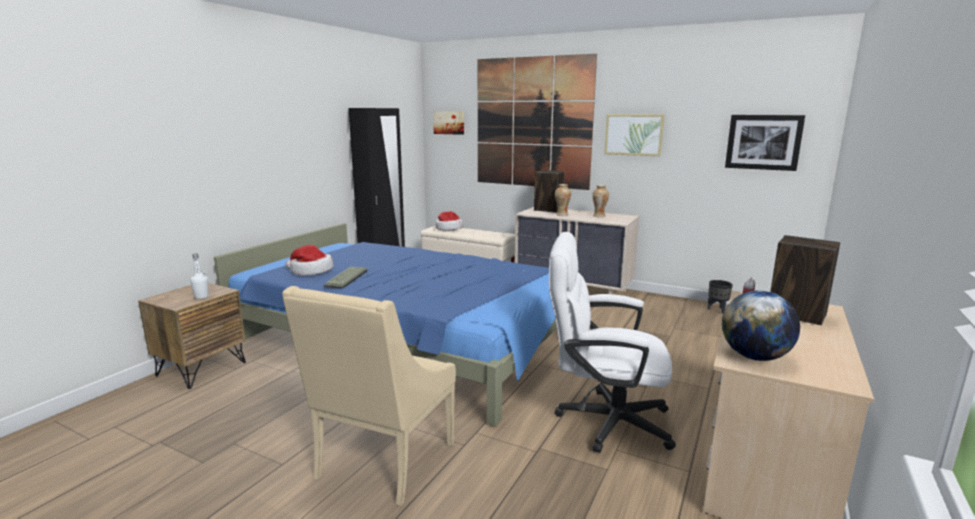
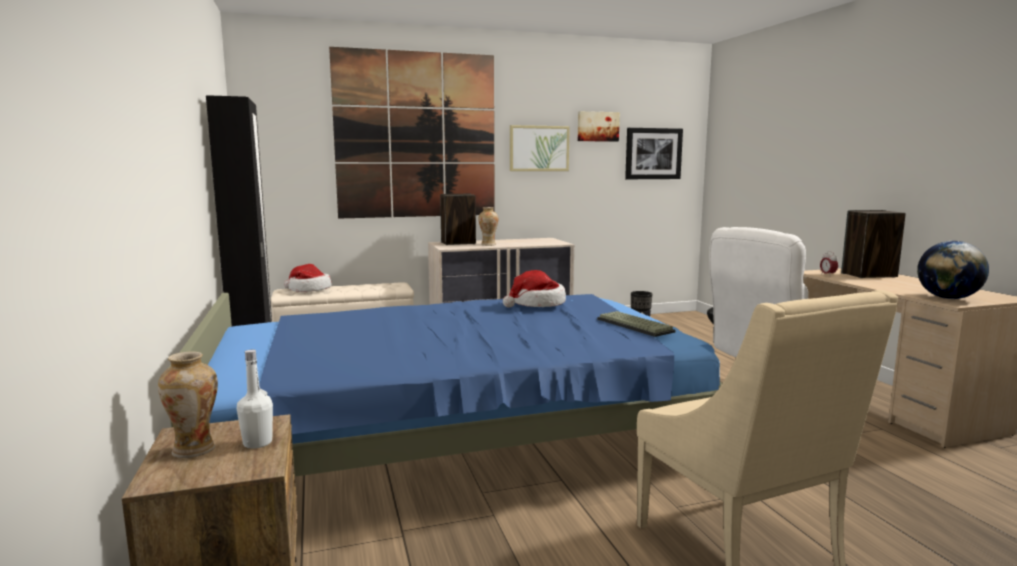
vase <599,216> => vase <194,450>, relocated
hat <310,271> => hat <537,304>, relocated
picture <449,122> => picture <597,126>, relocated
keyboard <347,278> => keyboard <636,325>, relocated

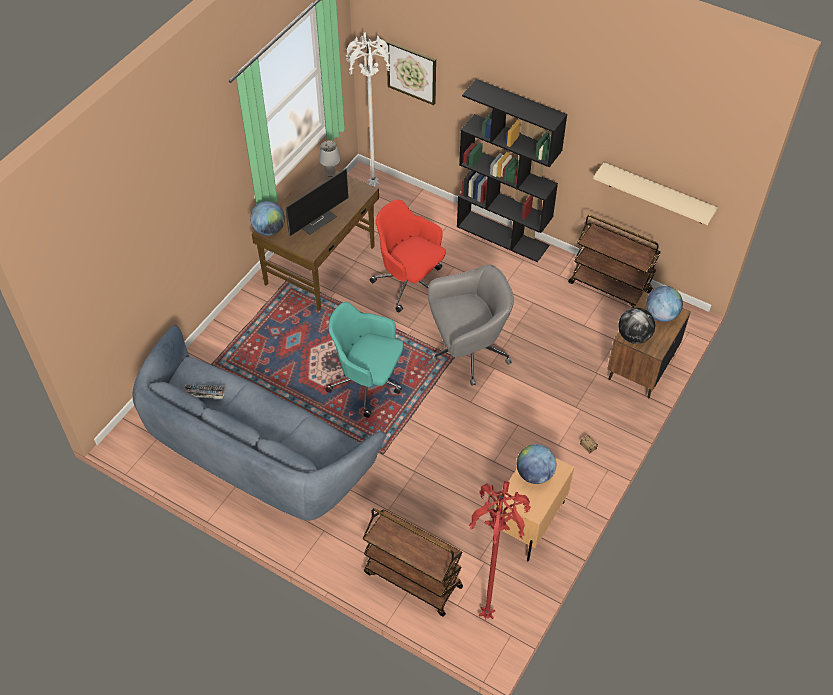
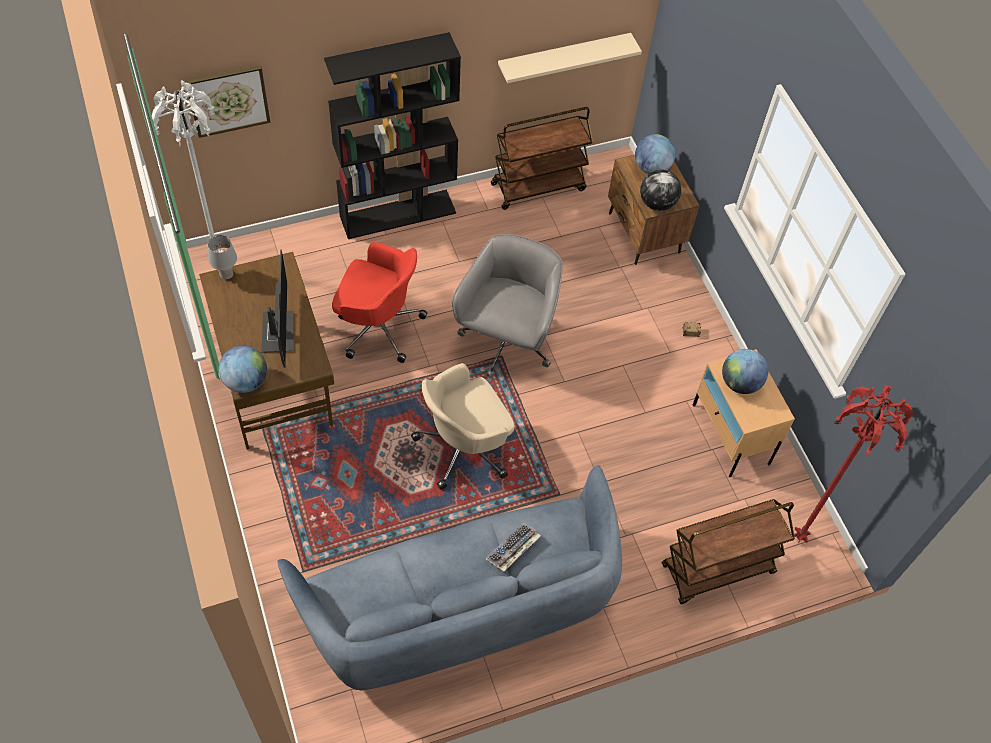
red office chair <410,283> => red office chair <377,326>, 150 degrees counterclockwise
turquoise office chair <368,383> => beige office chair <464,447>
keyboard <204,394> => keyboard <512,550>, relocated

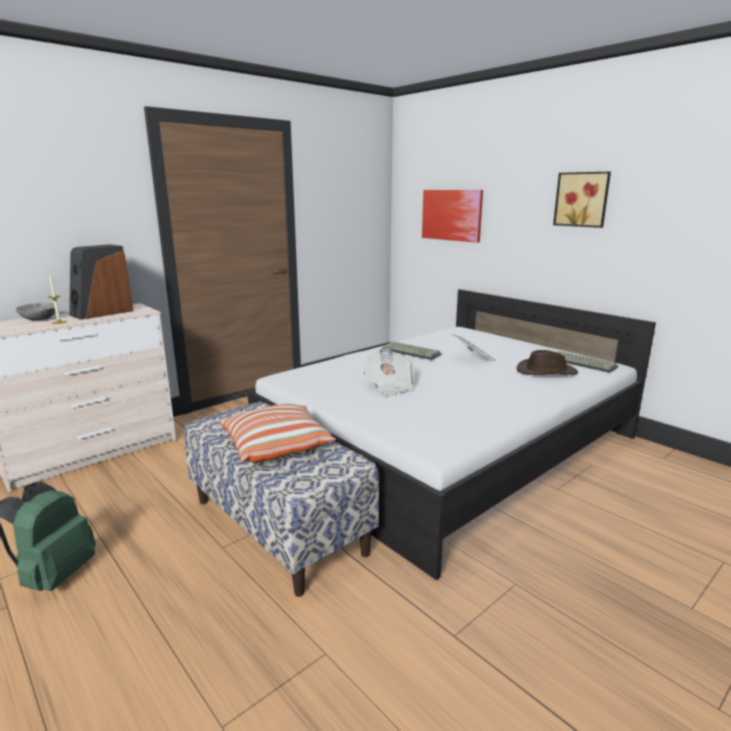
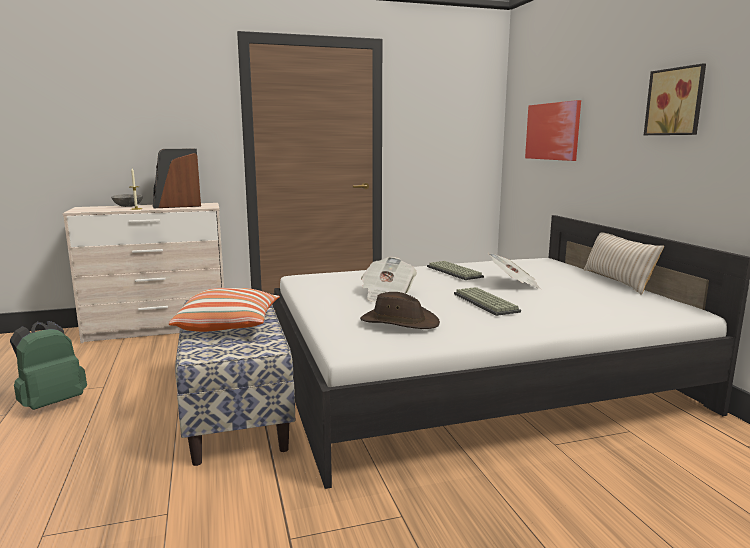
brown hat <546,372> => brown hat <399,322>, relocated
keyboard <583,363> => keyboard <487,303>, relocated
nothing => beige pillow <617,281>

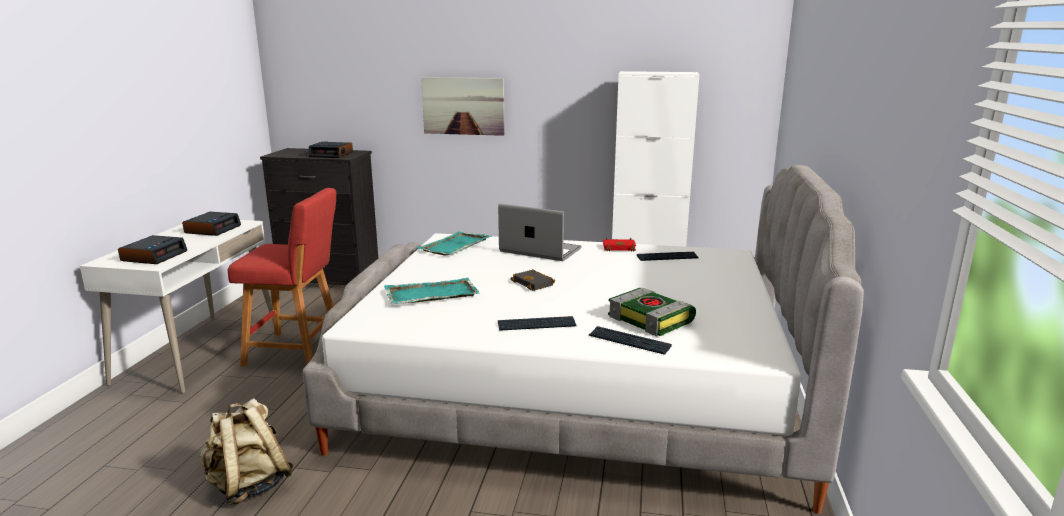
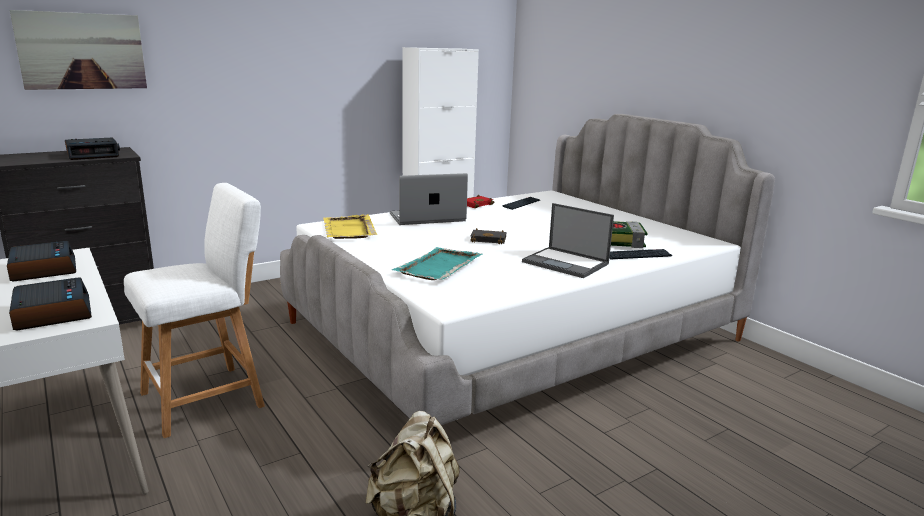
picture <463,106> => picture <82,51>, relocated
red stool <298,351> => white stool <209,398>
turquoise tray <454,246> => yellow tray <348,230>
keyboard <536,325> => laptop <566,263>

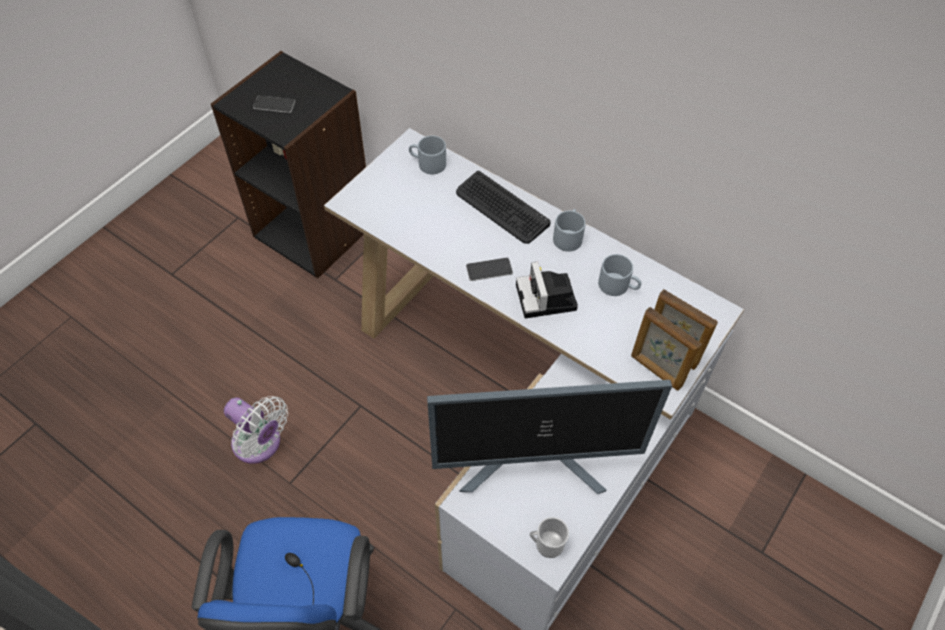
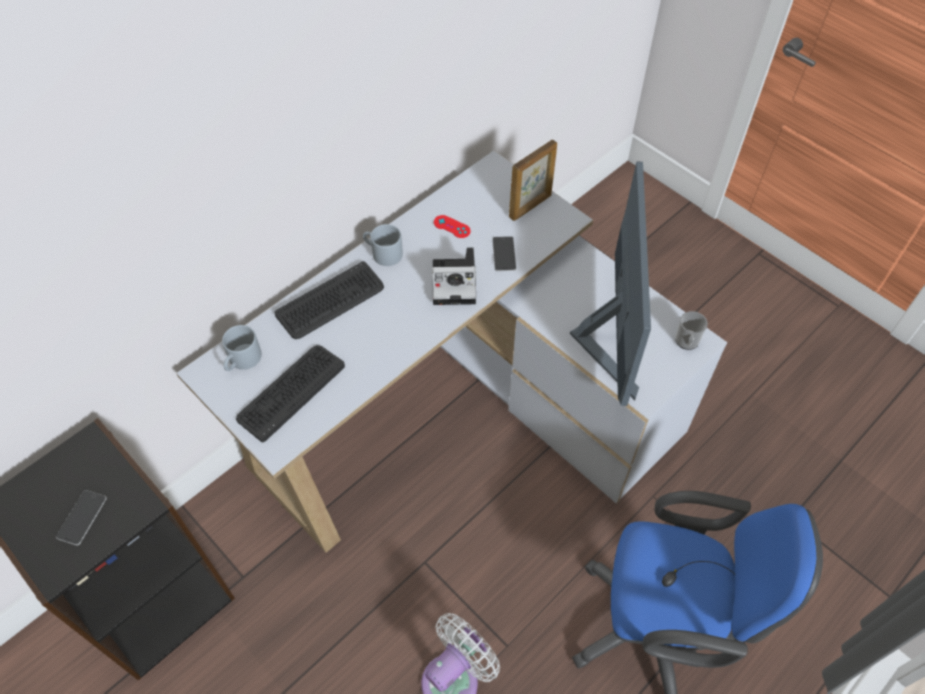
nothing => keyboard <290,392>
grey mug <618,285> => red game controller <452,227>
phone <489,269> => phone <504,254>, relocated
picture frame <656,371> => nothing

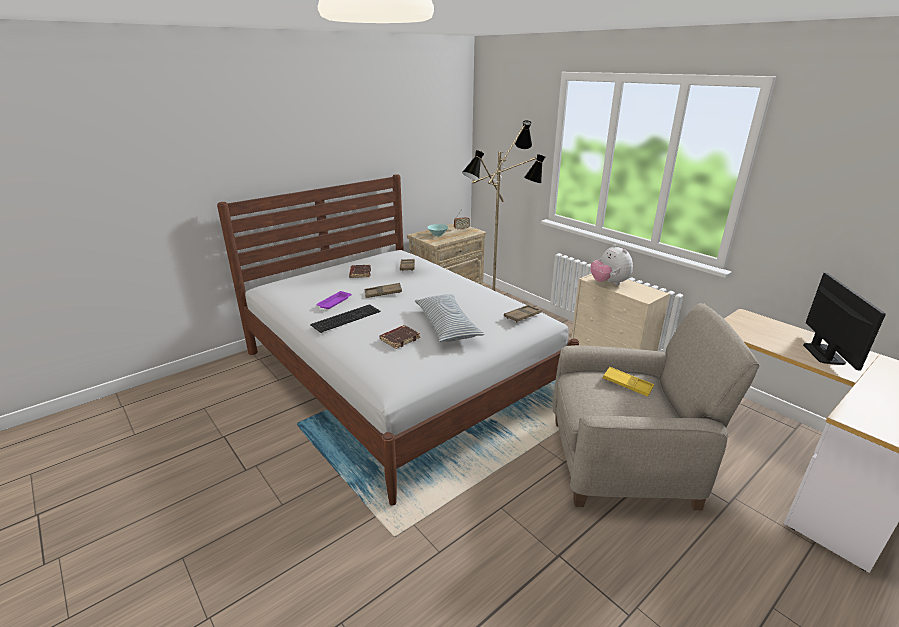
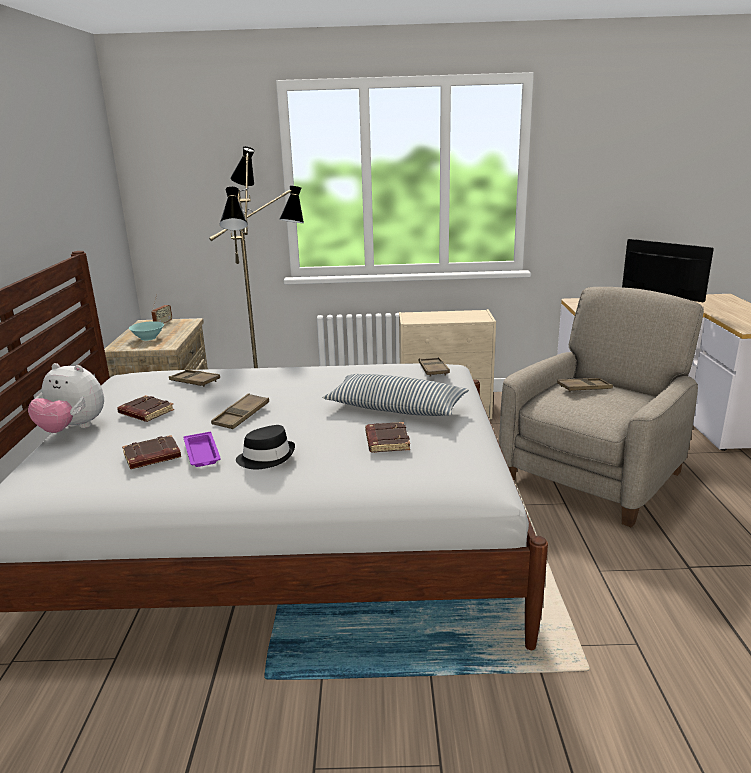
plush toy <609,283> => plush toy <72,429>, relocated
nothing => brown book <152,457>
keyboard <346,317> => black hat <266,457>
yellow tray <627,384> => brown tray <584,388>

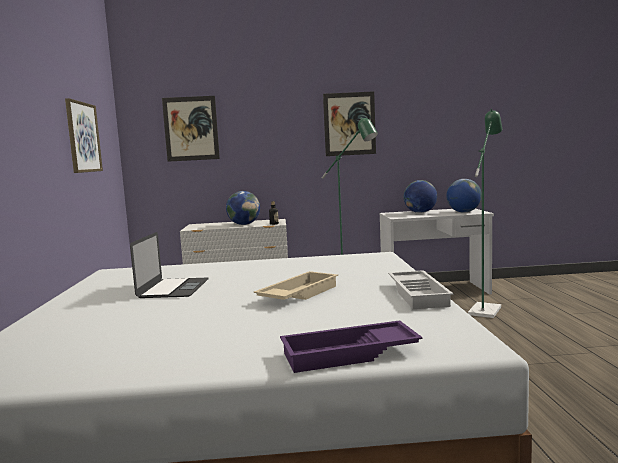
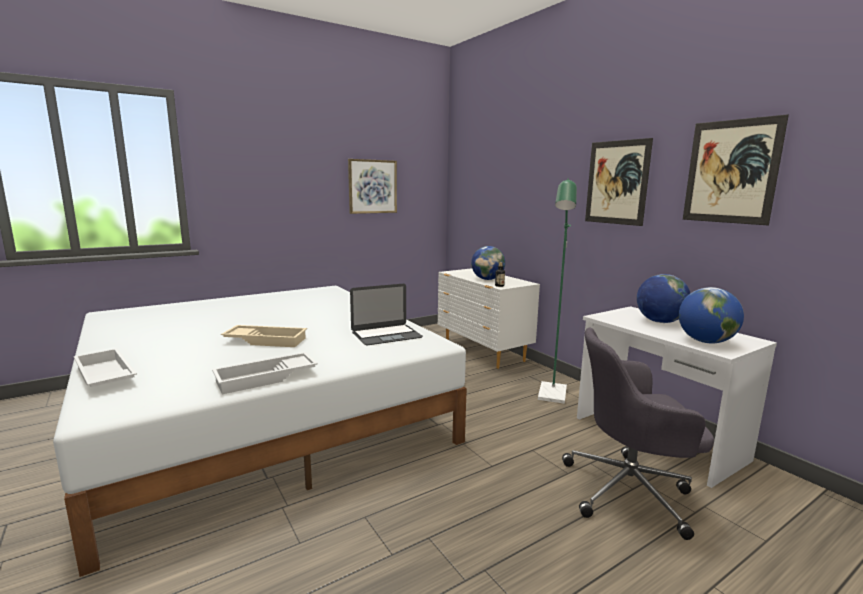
purple tray <349,355> => white tray <103,376>
laptop <173,288> => laptop <386,335>, relocated
green floor lamp <486,308> => grey office chair <630,491>
picture <191,128> => picture <731,172>, relocated

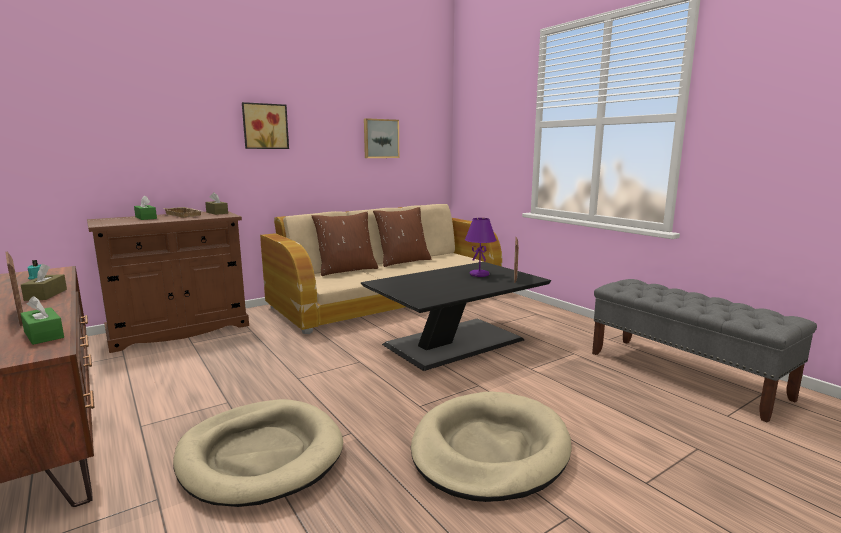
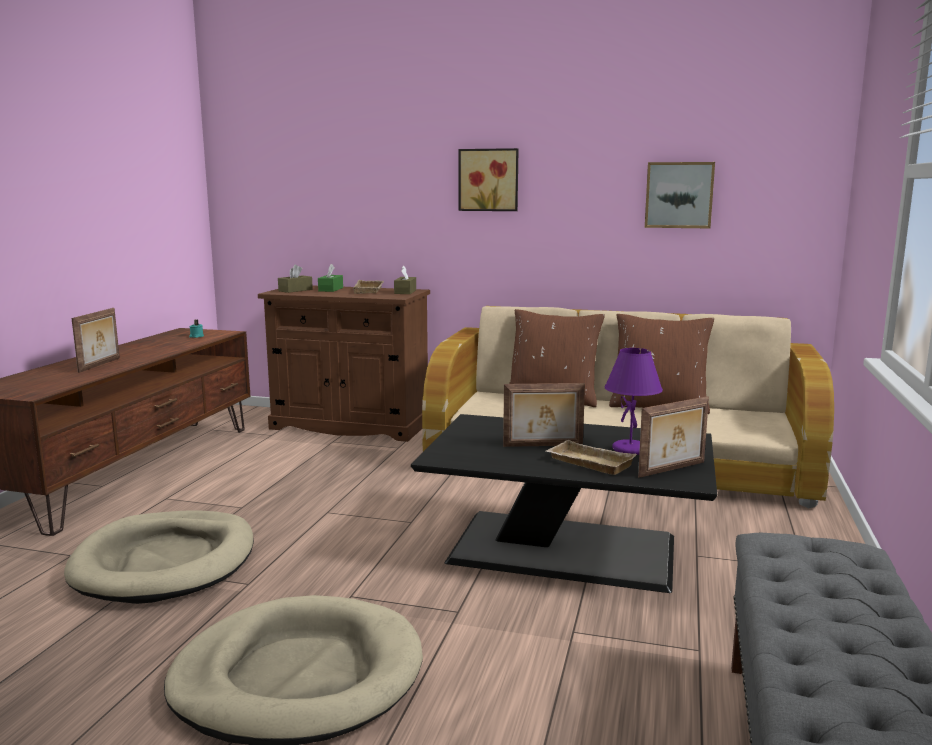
brown tissue box <46,295> => brown tissue box <295,290>, relocated
nothing => picture frame <543,446>
nothing => beige tray <588,463>
green tissue box <44,335> => nothing

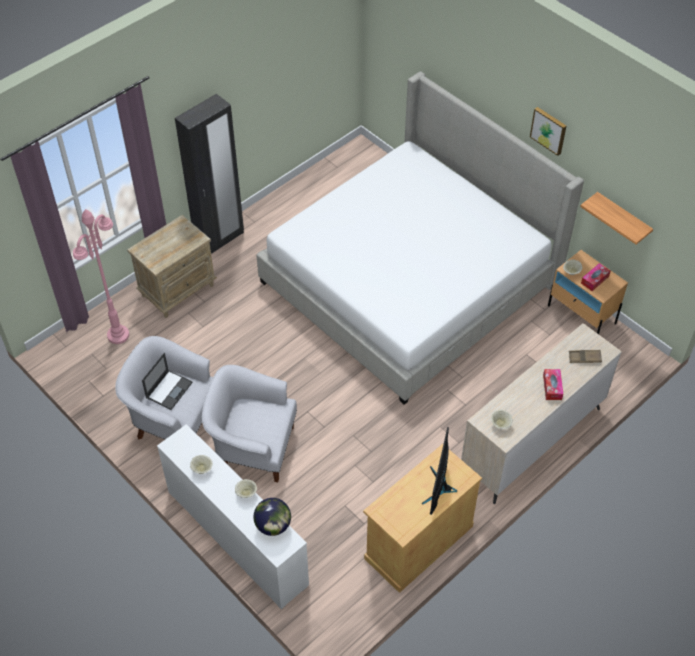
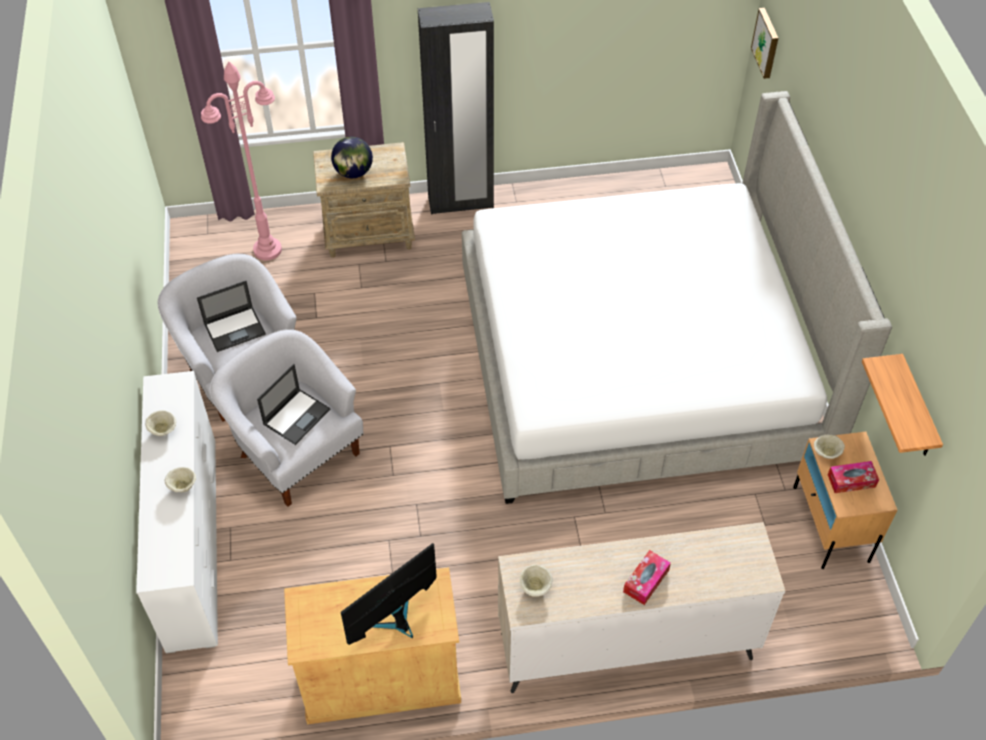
nothing => laptop <297,416>
globe <273,525> => globe <353,172>, relocated
picture <549,130> => picture <767,42>, relocated
brown tray <584,358> => nothing

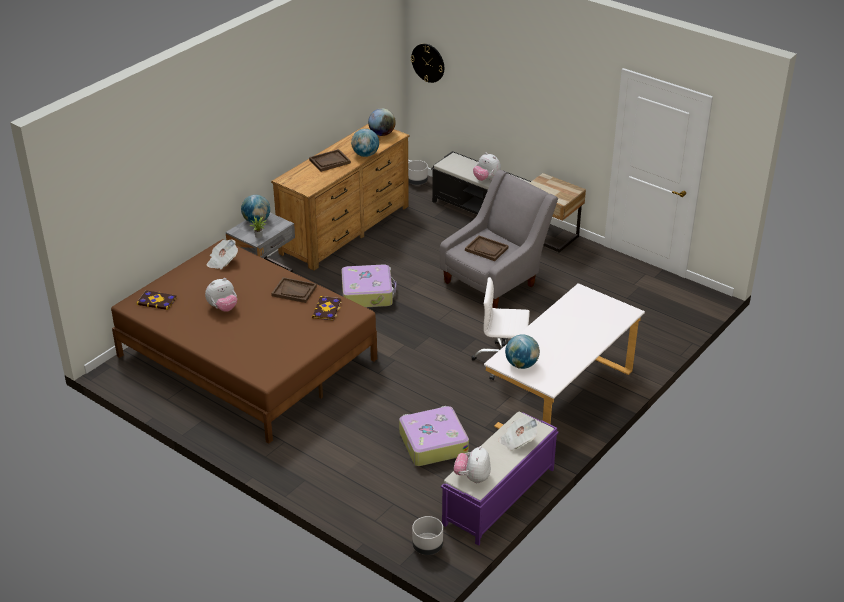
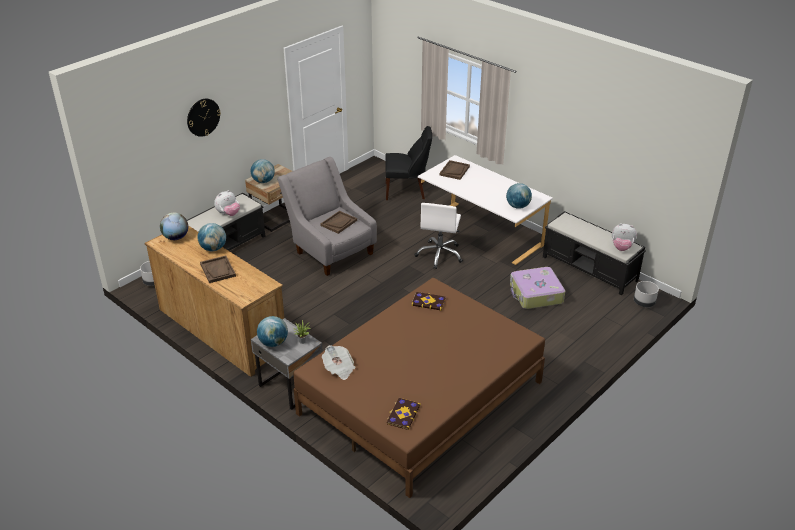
wall clock <428,62> => wall clock <203,117>, relocated
nothing => globe <263,181>
nothing => black chair <407,191>
brown tray <294,291> => brown tray <454,171>, relocated
purple bench <498,497> => black bench <590,269>
plush toy <223,308> => nothing
suitcase <367,293> => nothing
newspaper <518,440> => nothing

